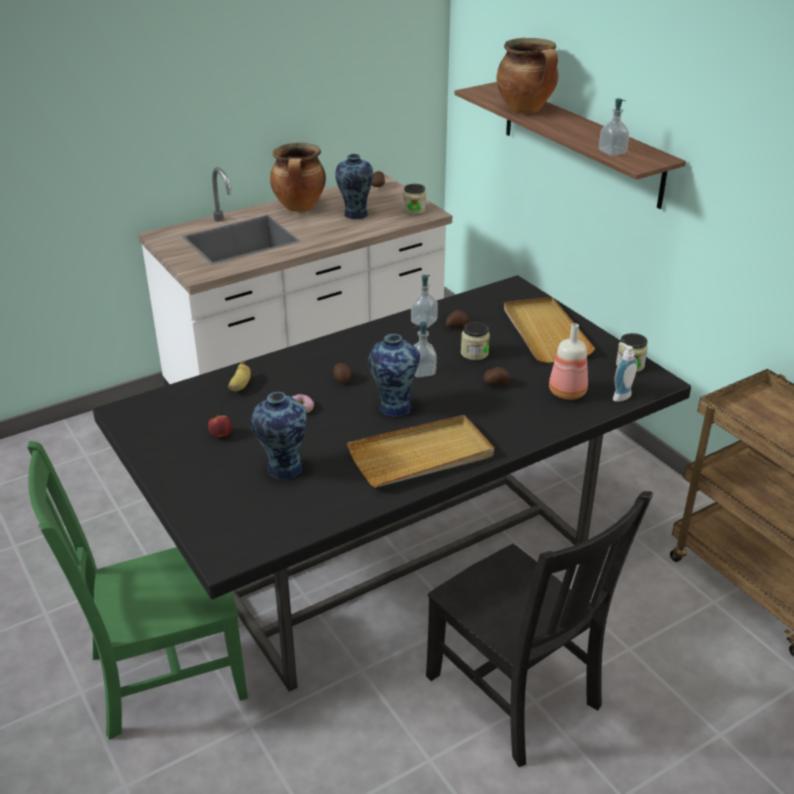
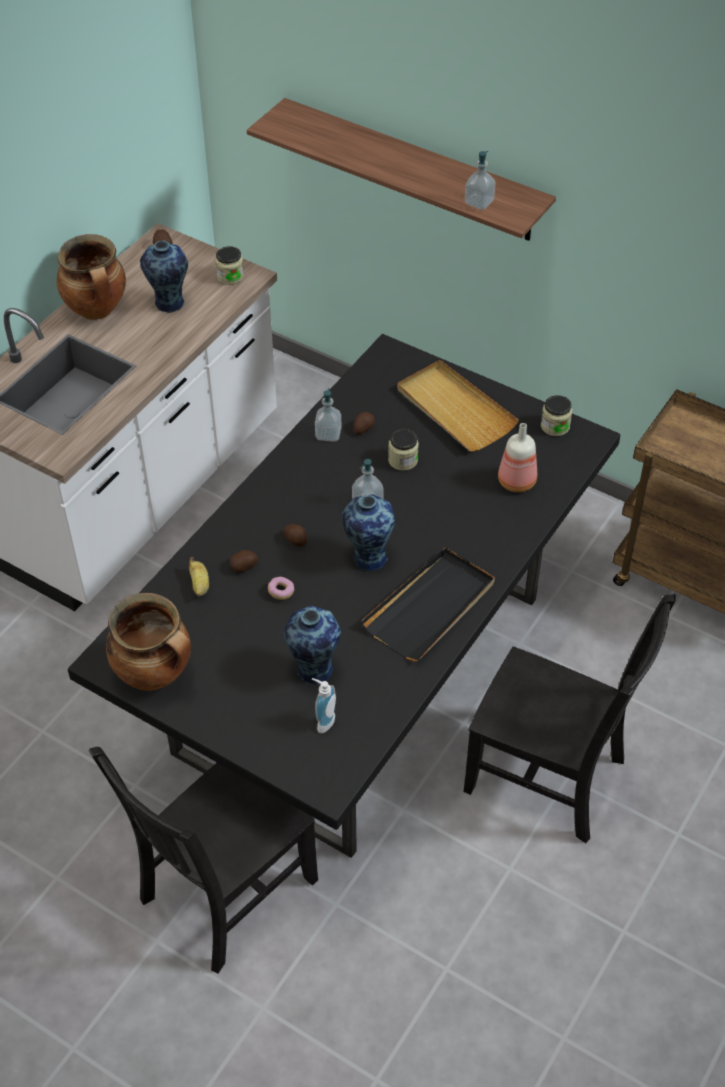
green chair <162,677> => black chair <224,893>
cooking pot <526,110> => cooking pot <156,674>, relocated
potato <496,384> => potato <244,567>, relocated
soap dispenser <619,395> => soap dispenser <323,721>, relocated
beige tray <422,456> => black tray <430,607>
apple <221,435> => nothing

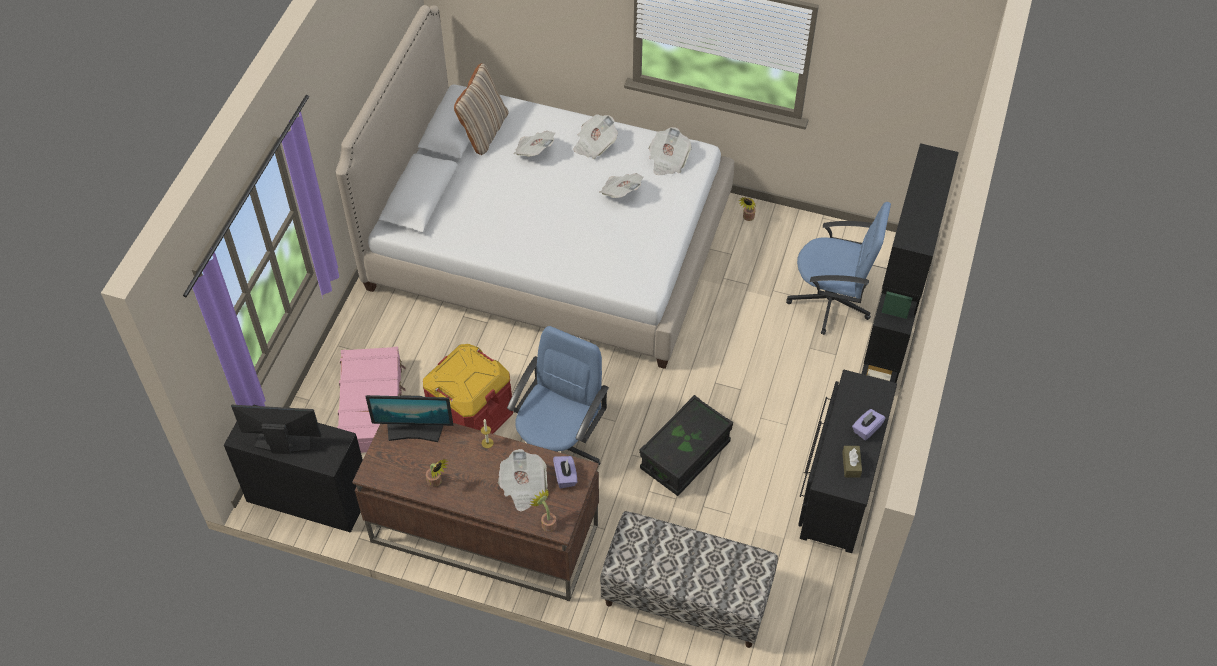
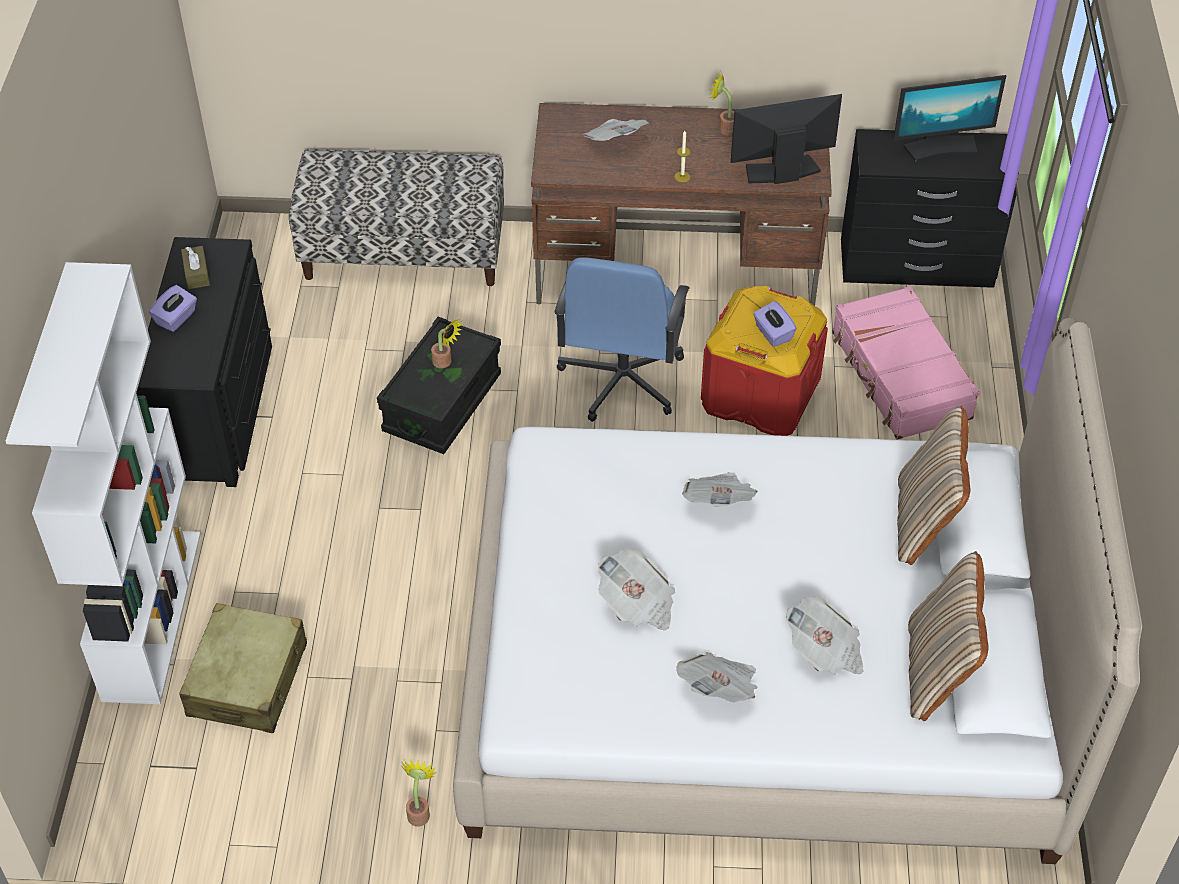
black bookcase <886,351> => white bookcase <151,614>
blue office chair <831,301> => beige suitcase <248,680>
potted plant <547,523> => potted plant <445,363>, relocated
newspaper <668,160> => newspaper <718,502>, relocated
purple tissue box <565,477> => purple tissue box <773,333>, relocated
nothing => beige pillow <924,522>

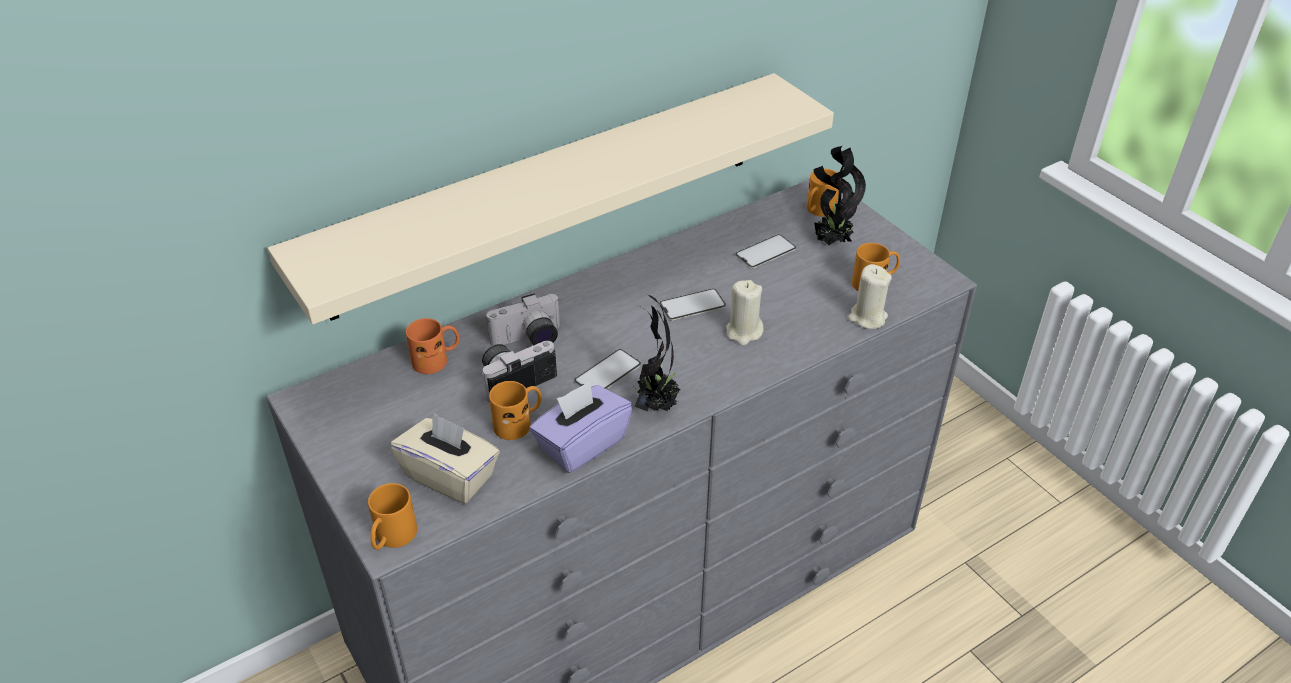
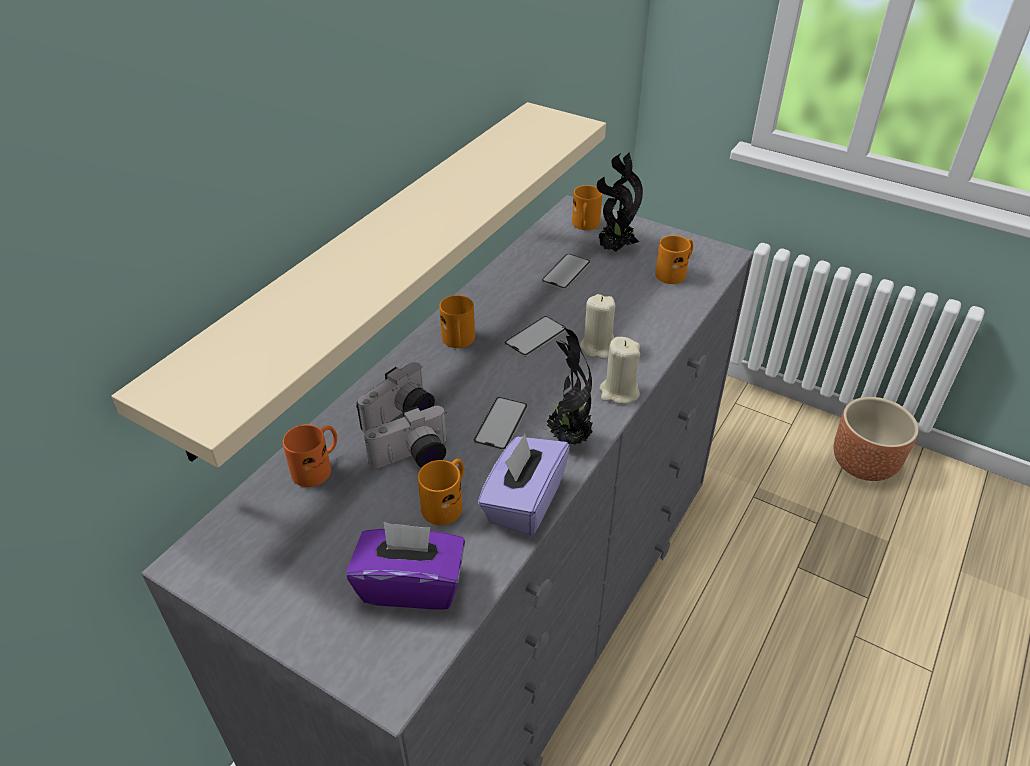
beige tissue box <450,476> => purple tissue box <411,584>
photo camera <515,378> => photo camera <413,458>, 150 degrees counterclockwise
orange mug <392,538> => orange mug <459,342>, relocated
beige candle <867,317> => beige candle <619,392>, relocated
nothing => brown planter <864,464>

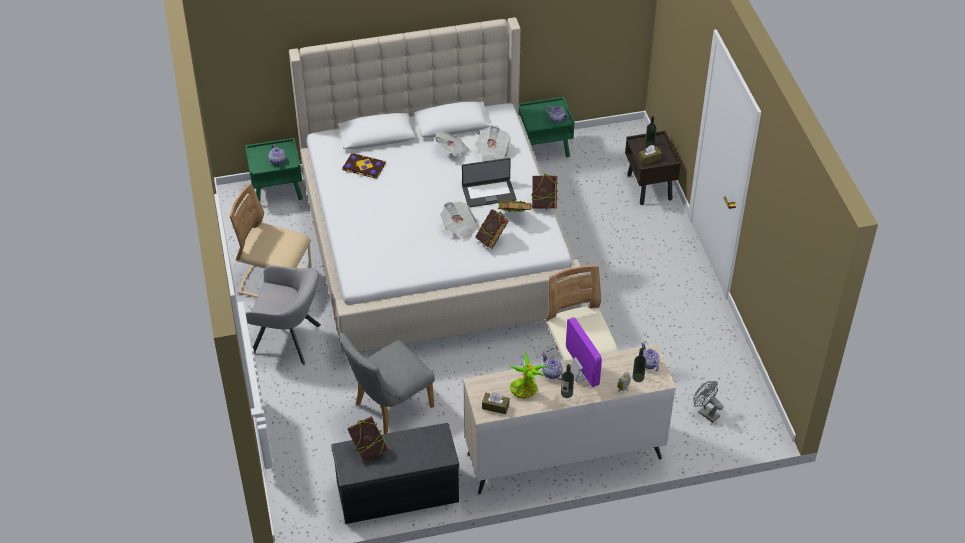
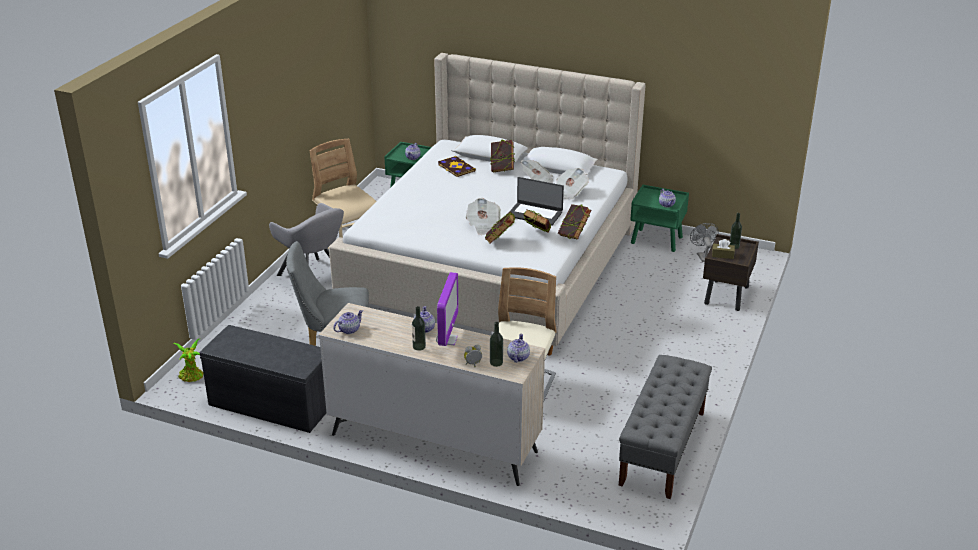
potted plant <525,390> => potted plant <192,377>, relocated
brown tissue box <495,406> => teapot <348,330>
book <368,450> => book <502,169>, relocated
nothing => grey bench <662,448>
grey fan <705,412> => grey fan <702,256>, relocated

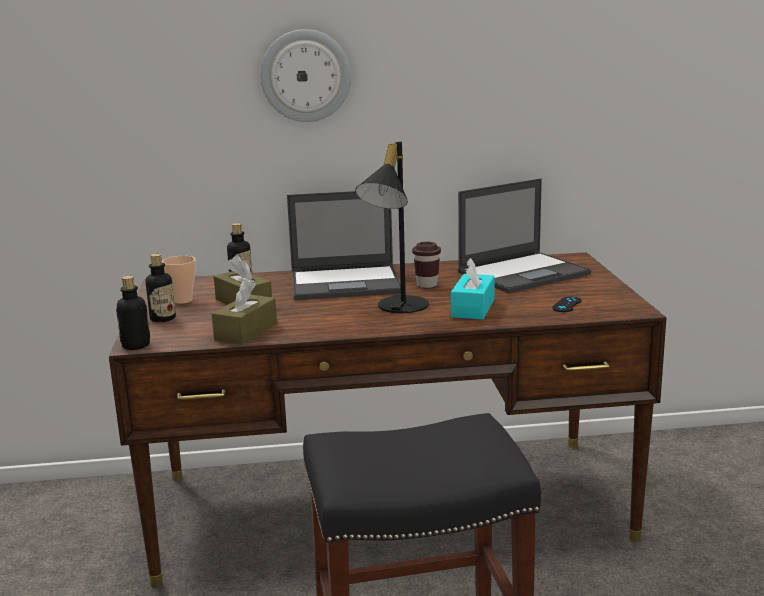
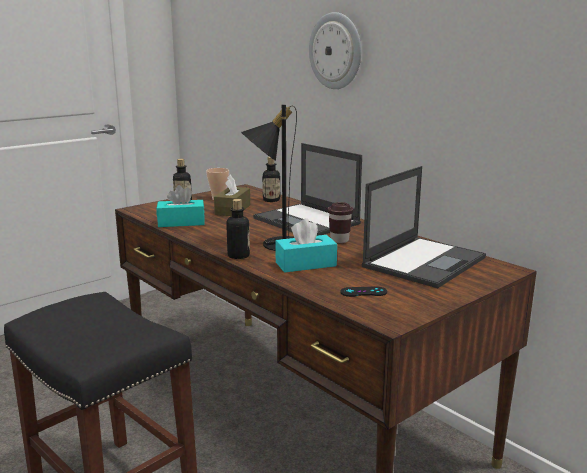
brown tissue box <246,331> => turquoise tissue box <181,222>
bottle <136,345> => bottle <238,255>, relocated
laptop <524,273> => laptop <424,261>, 75 degrees counterclockwise

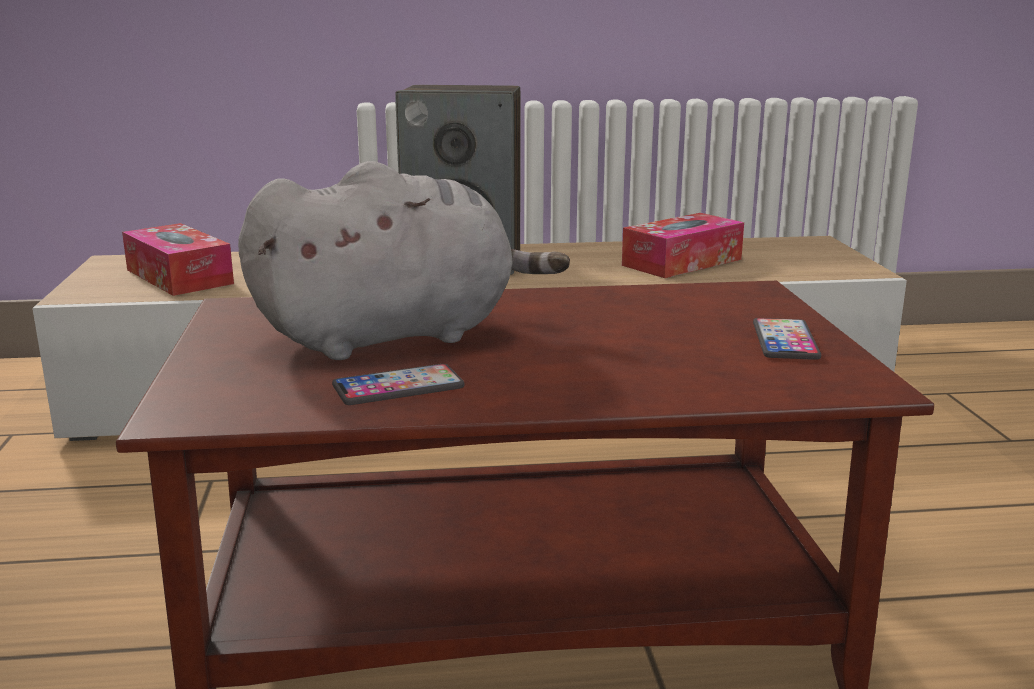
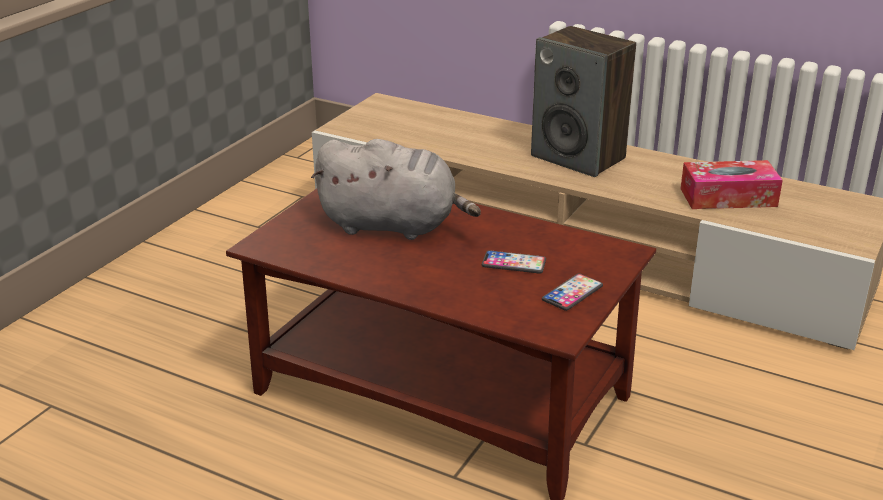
phone <398,387> => phone <514,263>, relocated
tissue box <179,277> => nothing

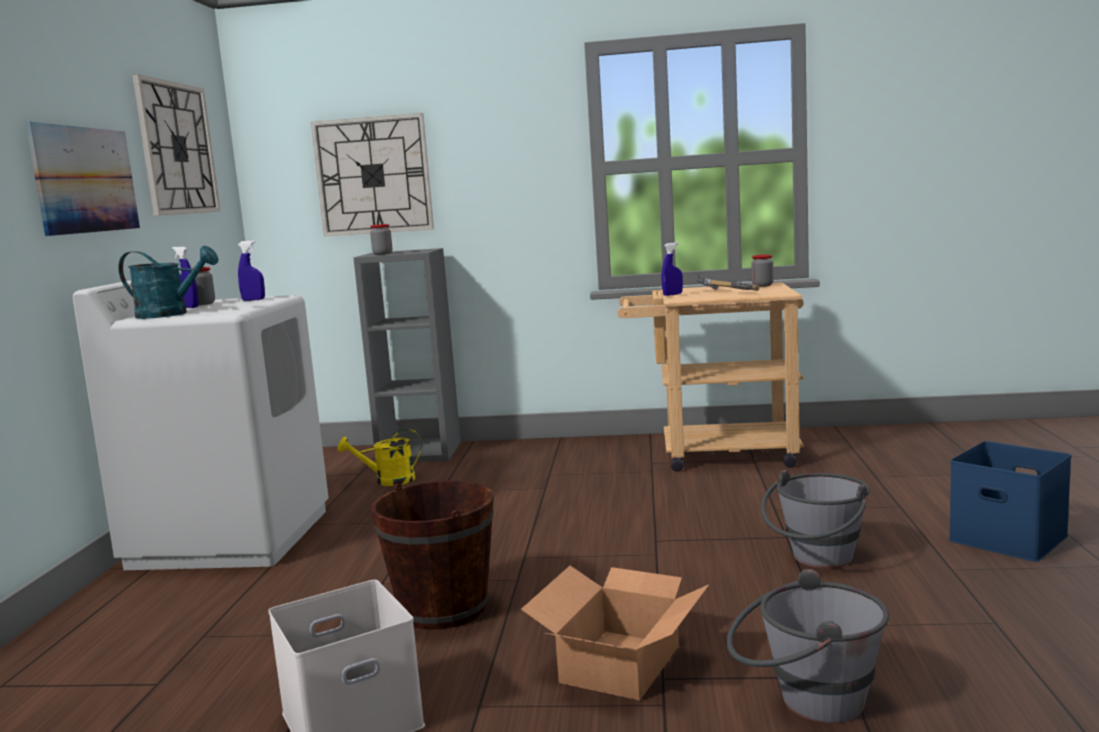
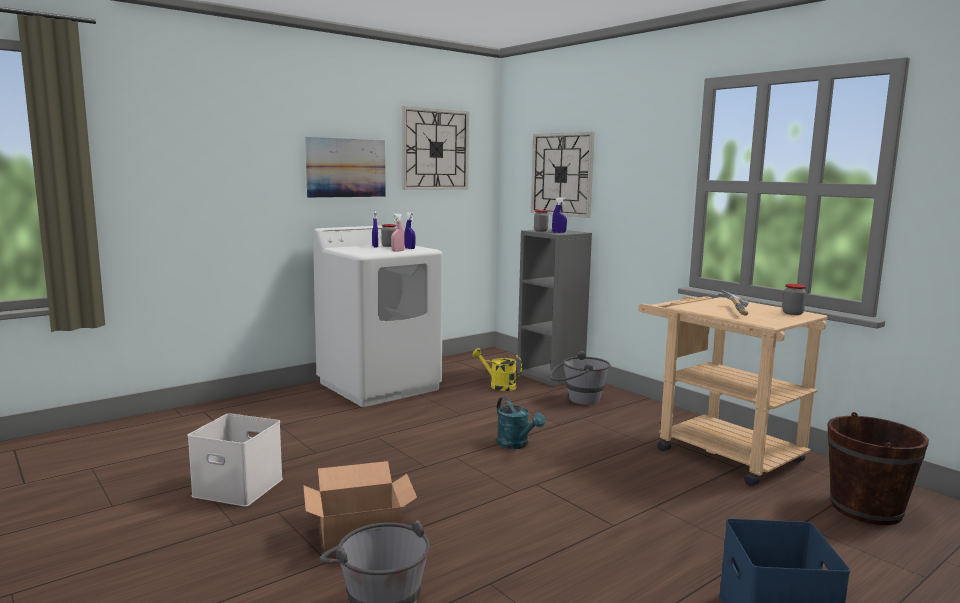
nothing => pink spray bottle <398,251>
turquoise watering can <170,314> => turquoise watering can <516,445>, relocated
grey bucket <817,561> => grey bucket <577,400>, relocated
blue spray bottle <672,294> => blue spray bottle <559,232>, relocated
brown bucket <443,608> => brown bucket <866,509>, relocated

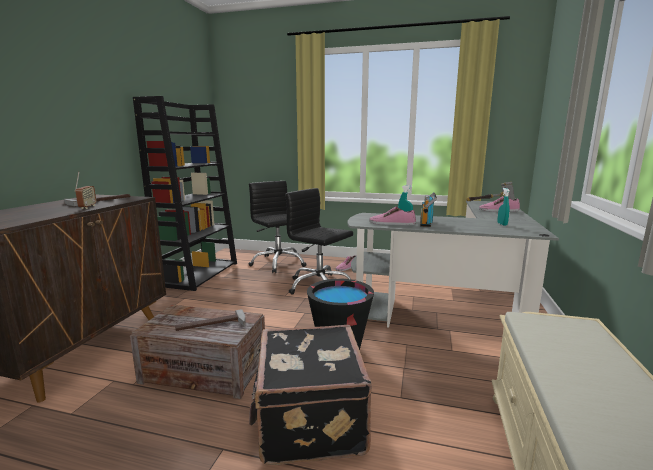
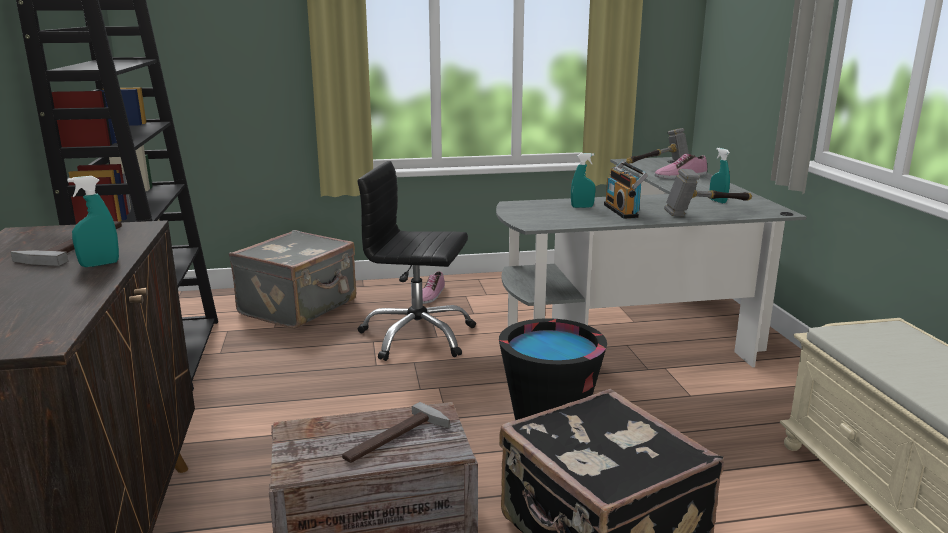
radio <87,207> => turquoise spray bottle <100,264>
black office chair <278,263> => grey suitcase <300,307>
nothing => hammer <707,213>
shoe <392,223> => nothing

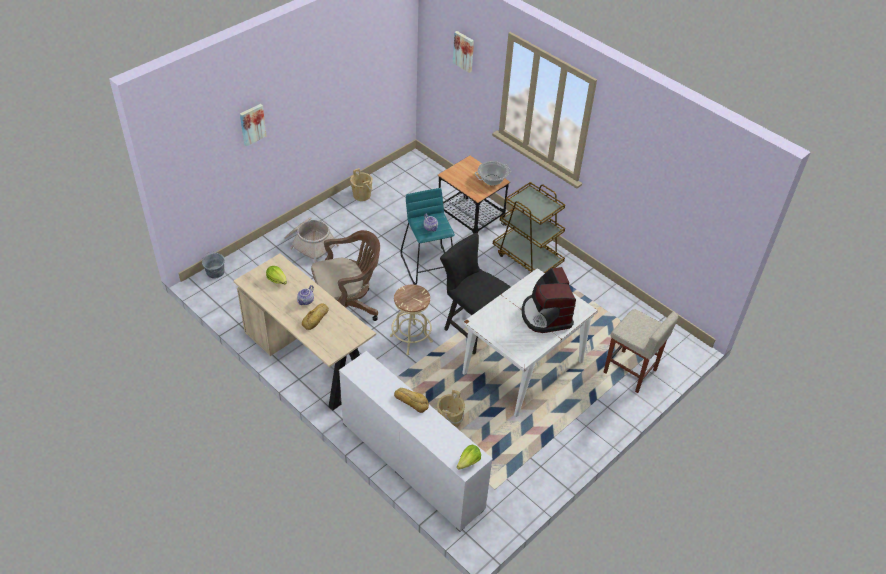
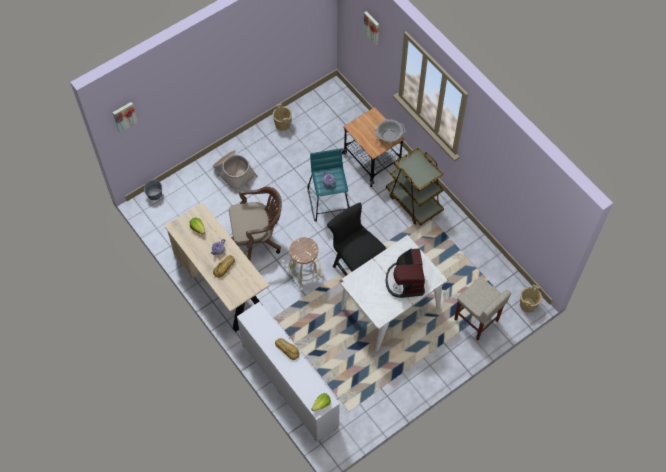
picture <252,124> => picture <124,116>, relocated
beige bucket <449,420> => beige bucket <528,305>, relocated

